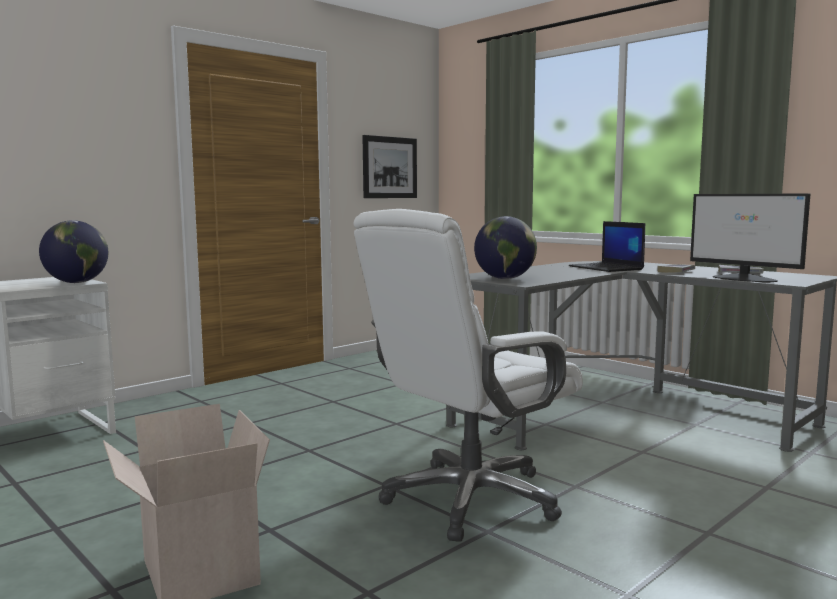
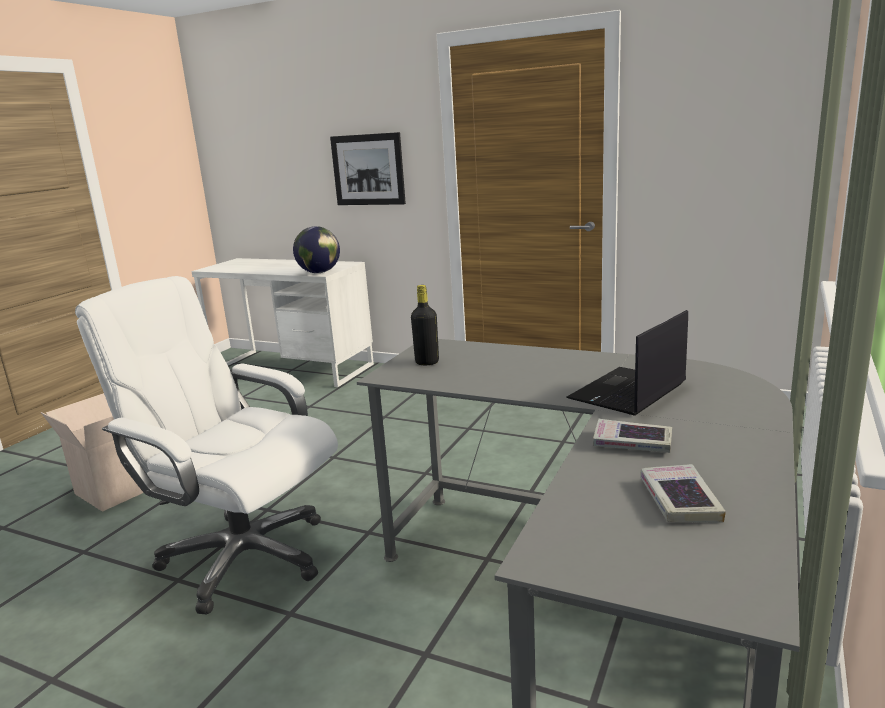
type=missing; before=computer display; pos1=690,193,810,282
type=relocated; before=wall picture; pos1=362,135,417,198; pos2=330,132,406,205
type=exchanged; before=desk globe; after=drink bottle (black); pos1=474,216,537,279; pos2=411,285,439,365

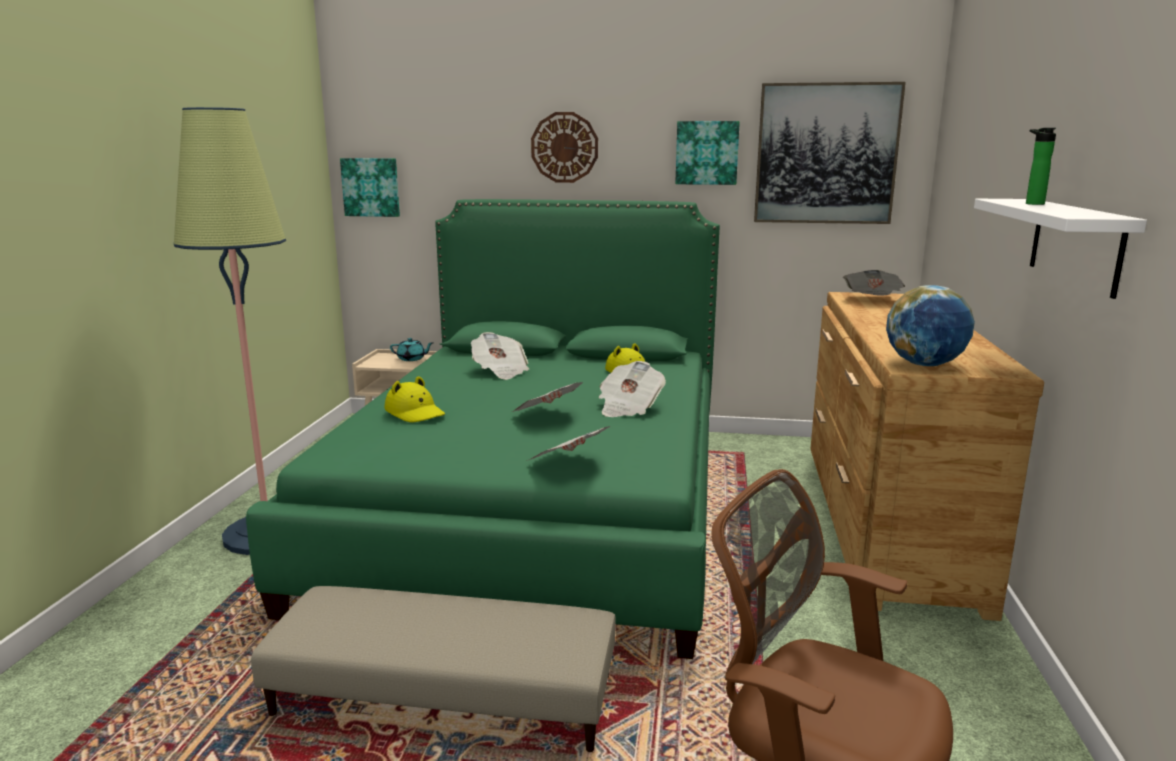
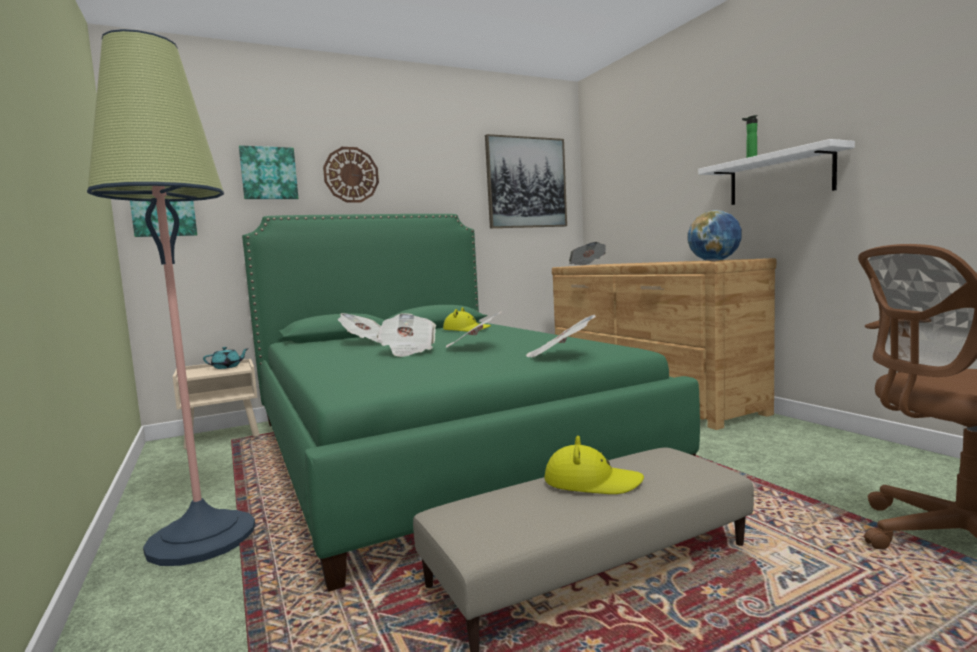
type=relocated; before=wearable hat (yellow); pos1=384,376,445,422; pos2=545,435,644,494
type=relocated; before=daily paper; pos1=599,361,666,417; pos2=377,313,436,357
type=relocated; before=wall picture; pos1=675,121,740,185; pos2=239,145,298,199

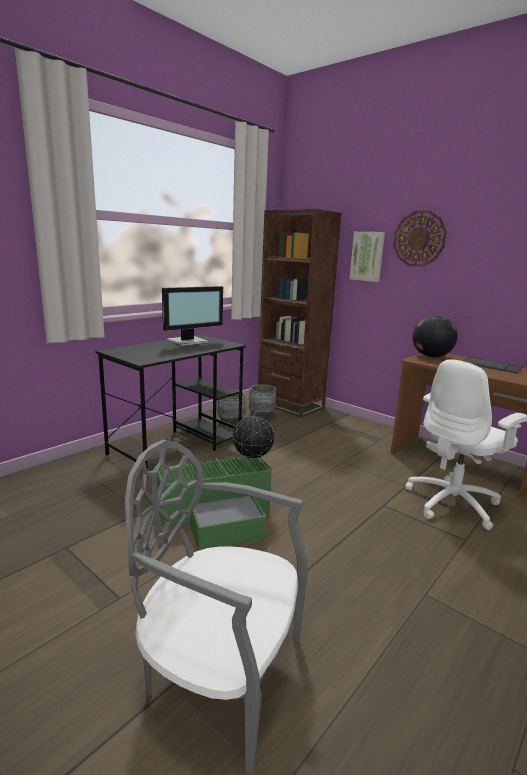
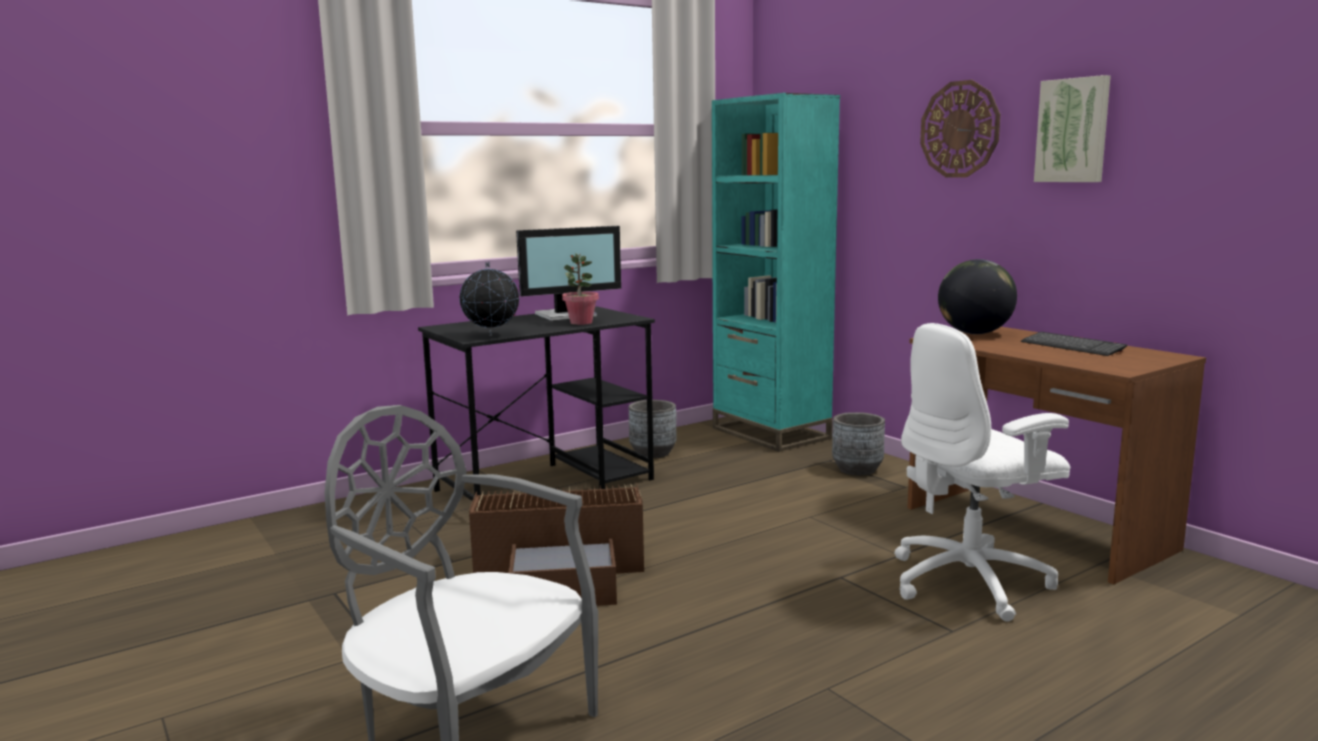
type=appeared; after=houseplant; pos2=562,253,599,325
type=relocated; before=desk globe; pos1=233,412,275,462; pos2=459,262,519,336
type=relocated; before=plant pot (greyish); pos1=249,385,276,418; pos2=832,412,885,476
type=relocated; before=wall picture; pos1=349,232,385,282; pos2=1034,75,1111,182
type=colour; before=storage box (greenish); after=storage box (brown-coloured); pos1=157,455,272,550; pos2=469,484,644,606
type=colour; before=bookshelf (brown-coloured); after=bookshelf (blue-green); pos1=258,209,342,418; pos2=712,93,840,452

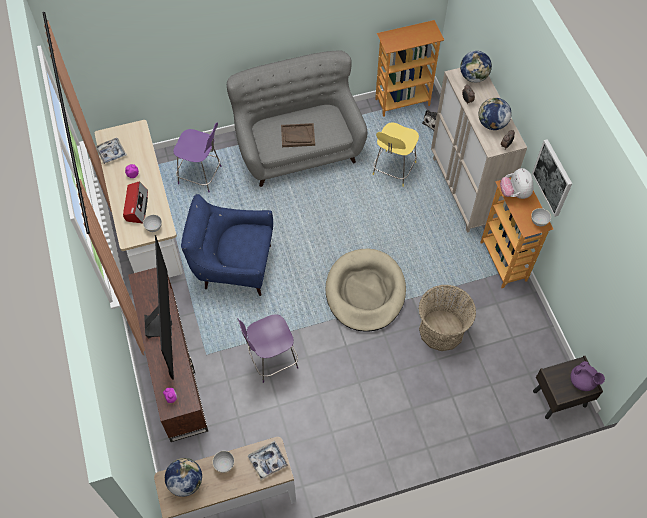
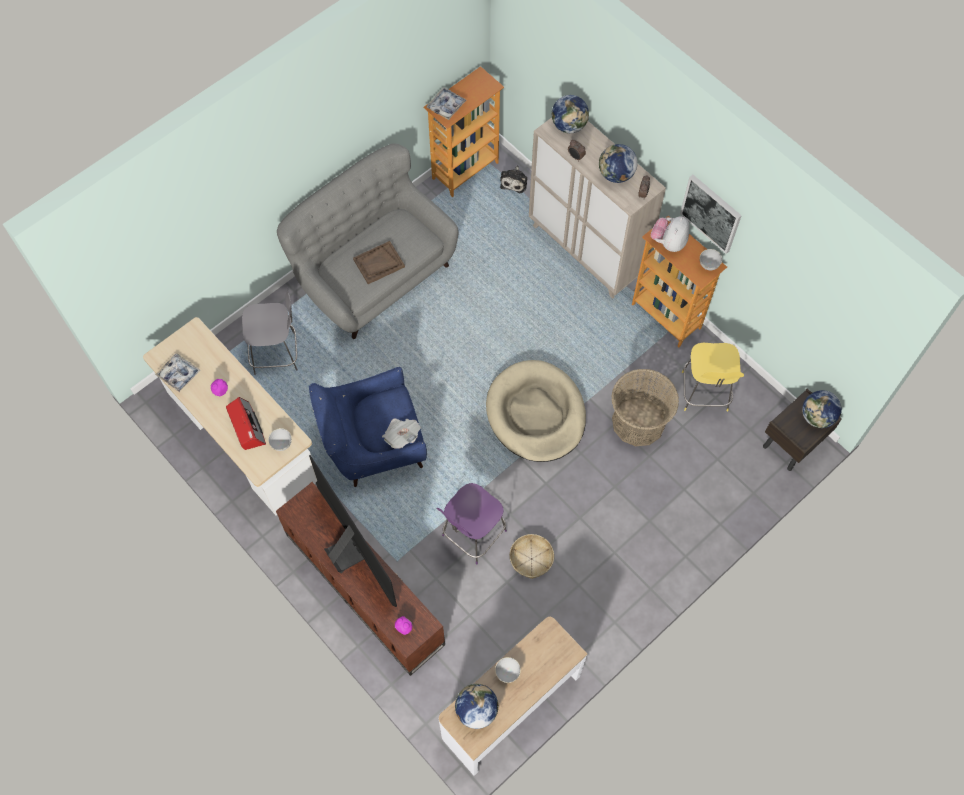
type=appeared; after=daily paper; pos2=382,419,421,449
type=appeared; after=storage basket; pos2=510,534,554,579
type=relocated; before=carrying tray; pos1=248,441,288,481; pos2=426,87,467,120
type=relocated; before=sitting stool (yellow); pos1=373,123,419,187; pos2=682,343,744,412
type=exchanged; before=tea pot (purple-coloured); after=desk globe; pos1=570,361,605,391; pos2=802,390,842,428
type=colour; before=sitting stool (purple-coloured); after=sitting stool (greyish); pos1=173,123,222,192; pos2=242,287,298,375
type=spun; before=cuddly toy; pos1=500,168,533,199; pos2=651,217,689,252; turn=60

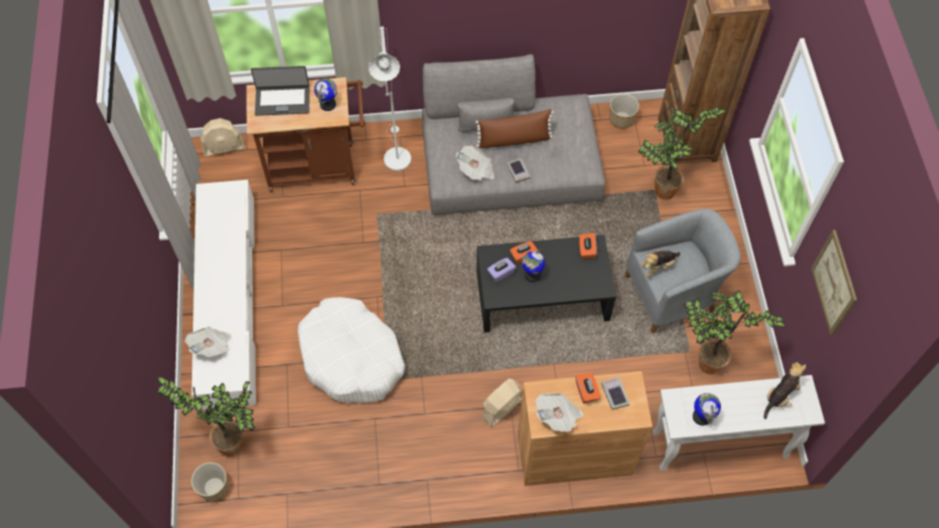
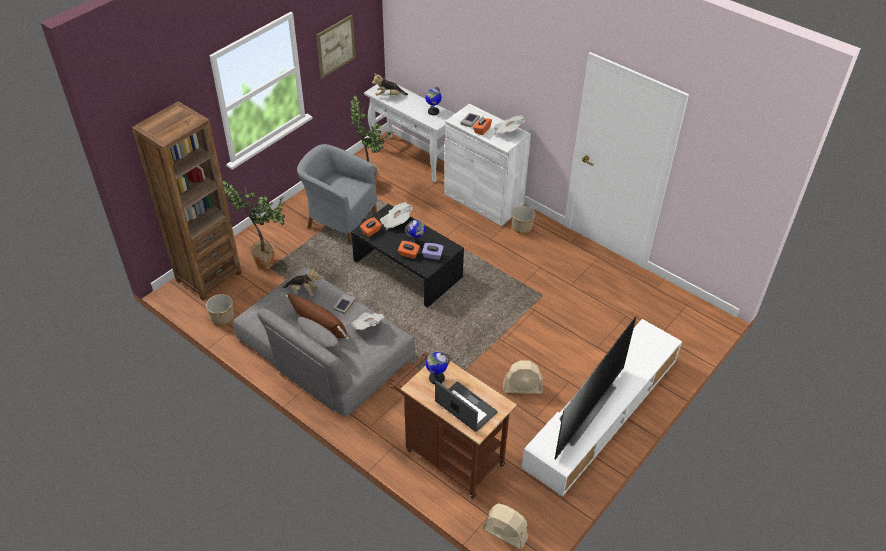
type=missing; before=houseplant; pos1=157,376,256,456
type=missing; before=pet bed (white-coloured); pos1=297,297,405,403
type=missing; before=floor lamp (white-coloured); pos1=368,27,411,171
type=appeared; after=TV set; pos2=555,317,636,460
type=relocated; before=daily paper; pos1=185,326,232,357; pos2=380,202,412,230
type=relocated; before=plant pot; pos1=191,462,229,502; pos2=512,206,535,234
type=relocated; before=fan (beige-coloured); pos1=481,378,522,427; pos2=503,360,543,394
type=relocated; before=cuddly toy; pos1=641,250,680,276; pos2=282,267,322,296
type=colour; before=cupboard (brown-coloured); after=cupboard (white-coloured); pos1=518,371,653,486; pos2=444,104,531,226

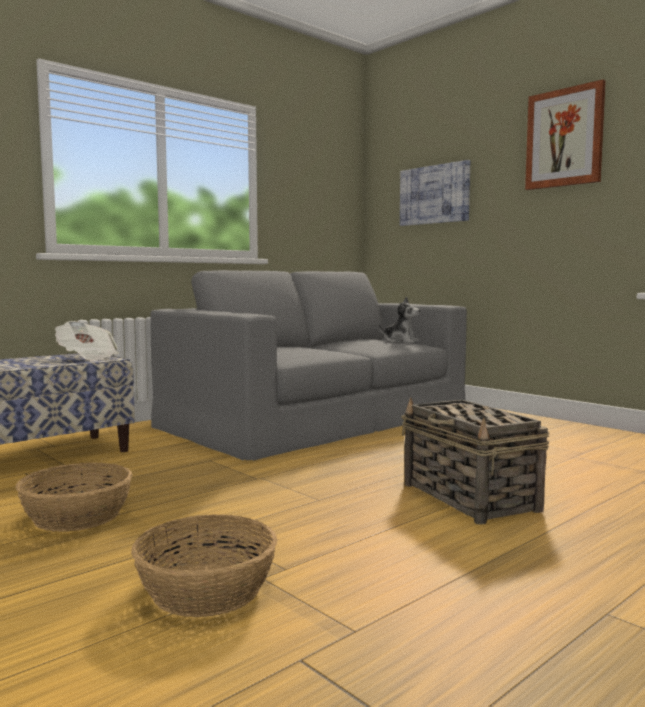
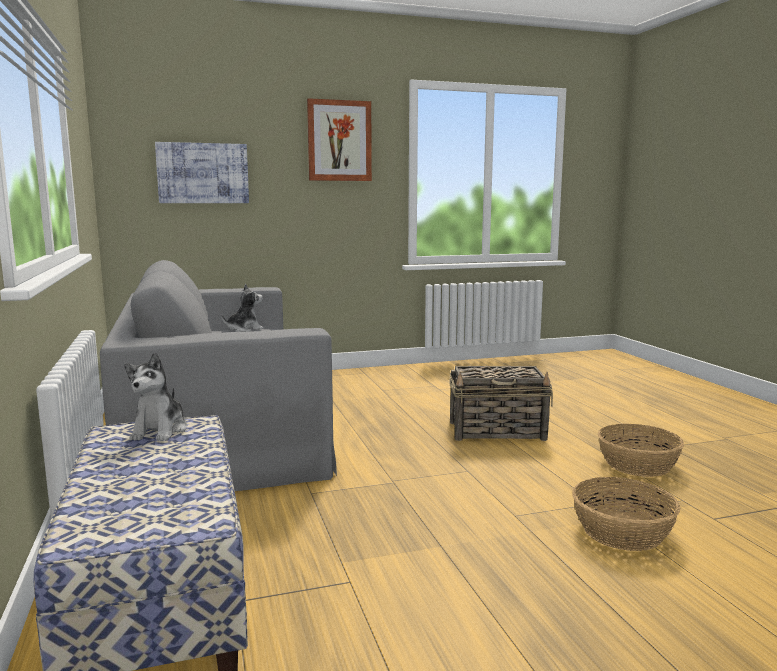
type=relocated; before=storage basket; pos1=15,462,132,532; pos2=598,424,684,477
type=exchanged; before=daily paper; after=cuddly toy; pos1=55,321,119,361; pos2=125,352,187,441

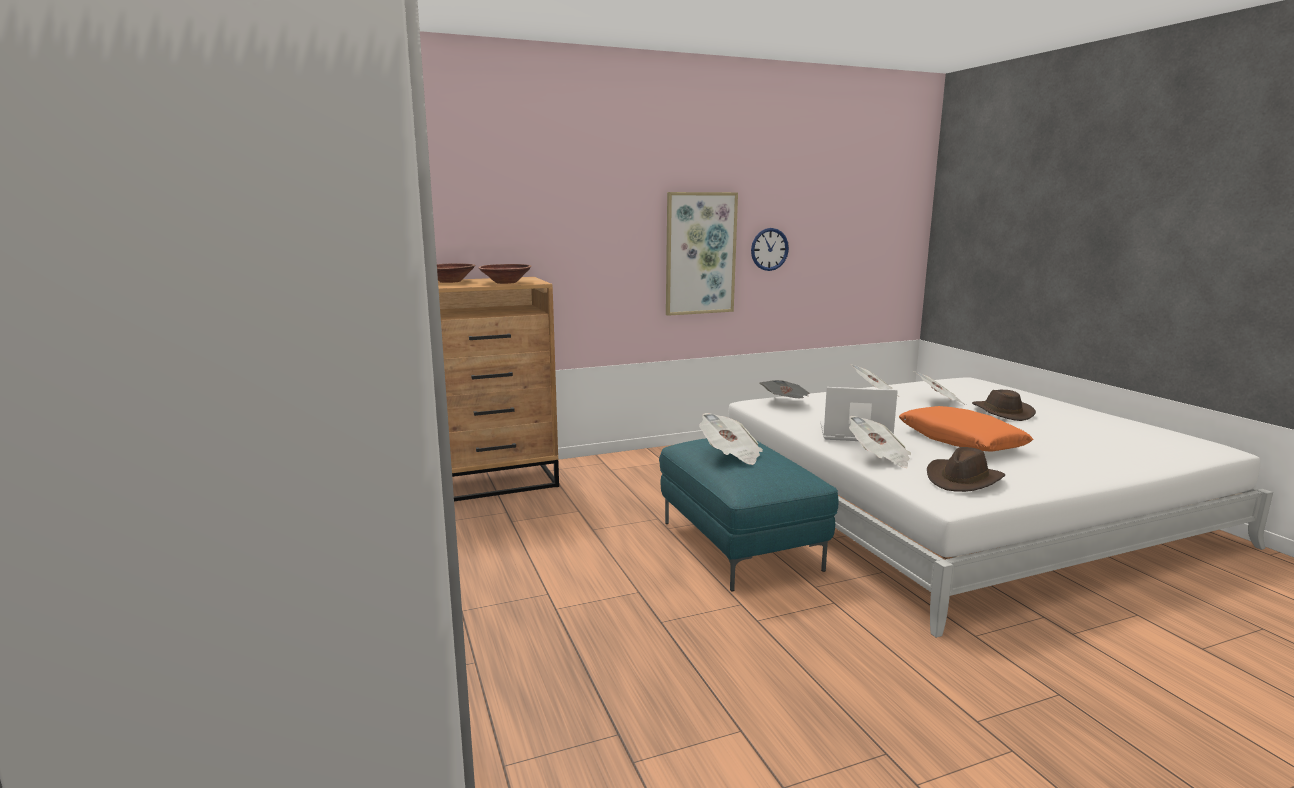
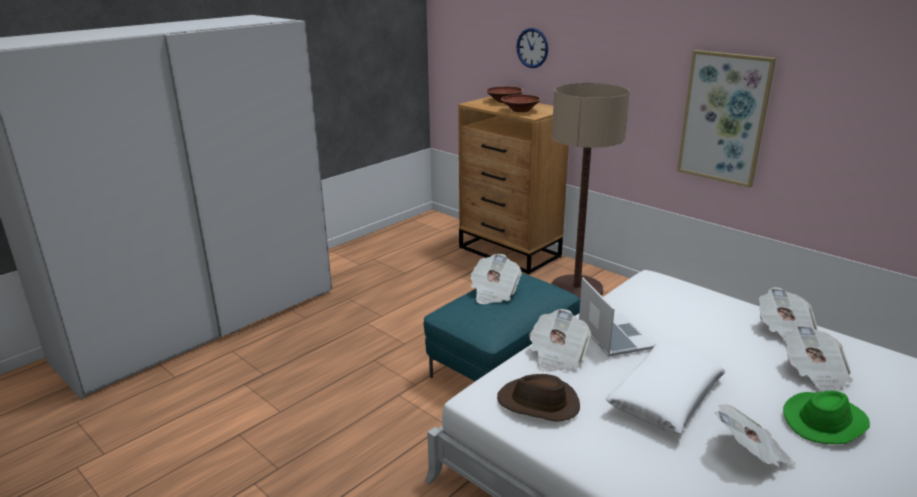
type=appeared; after=floor lamp; pos2=551,83,630,299
type=relocated; before=clock on the wall; pos1=751,228,789,271; pos2=516,28,548,68
type=relocated; before=daily paper; pos1=759,380,809,398; pos2=715,405,796,467
type=colour; before=throw pillow (orange-coloured); after=throw pillow (white-coloured); pos1=899,406,1033,452; pos2=605,343,726,434
type=colour; before=wearable hat (brown-coloured); after=wearable hat (greenish); pos1=972,390,1036,421; pos2=783,391,870,444

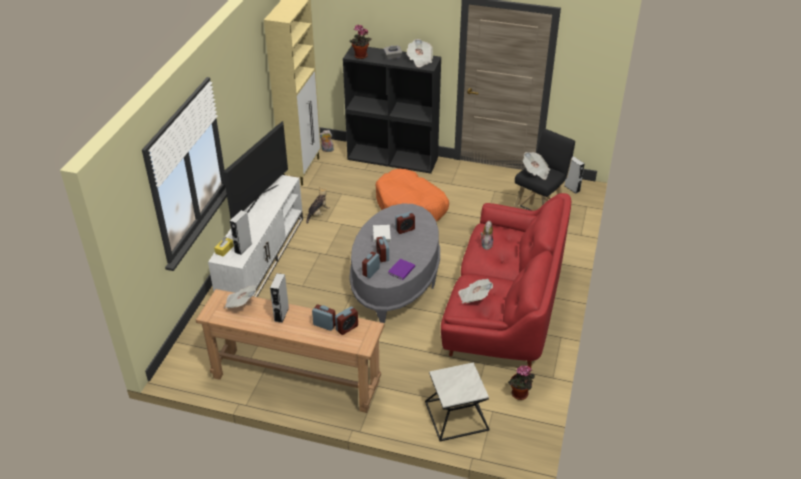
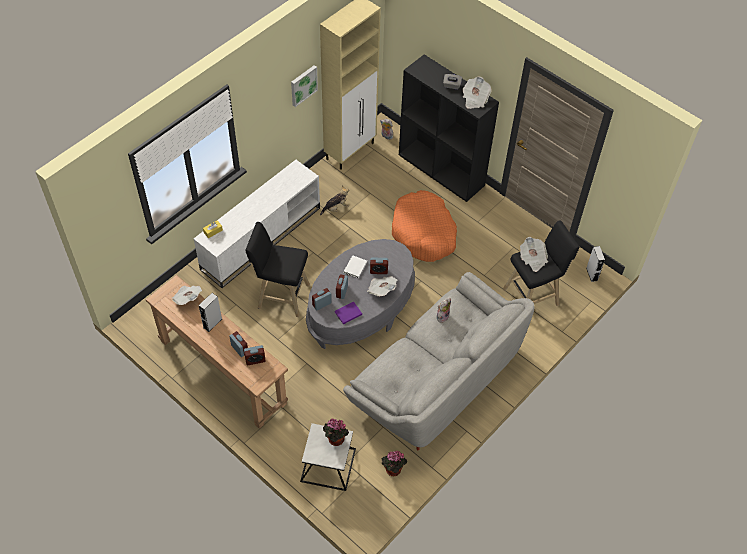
type=missing; before=TV set; pos1=223,121,288,219
type=missing; before=speaker (greyish); pos1=230,210,252,255
type=appeared; after=sitting stool (black); pos2=245,222,310,317
type=appeared; after=wall picture; pos2=291,65,318,107
type=relocated; before=houseplant; pos1=350,24,372,59; pos2=323,419,349,446
type=relocated; before=daily paper; pos1=458,279,493,303; pos2=367,276,397,296
type=colour; before=couch (red); after=couch (greyish); pos1=441,193,571,368; pos2=343,272,534,451

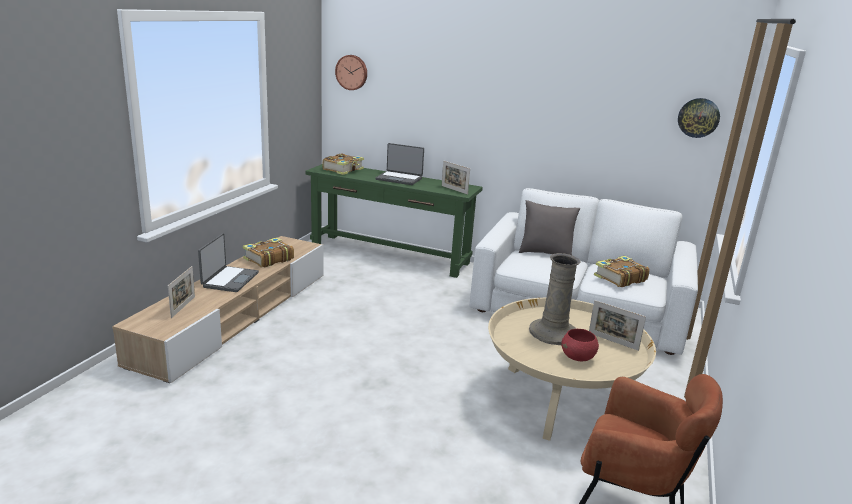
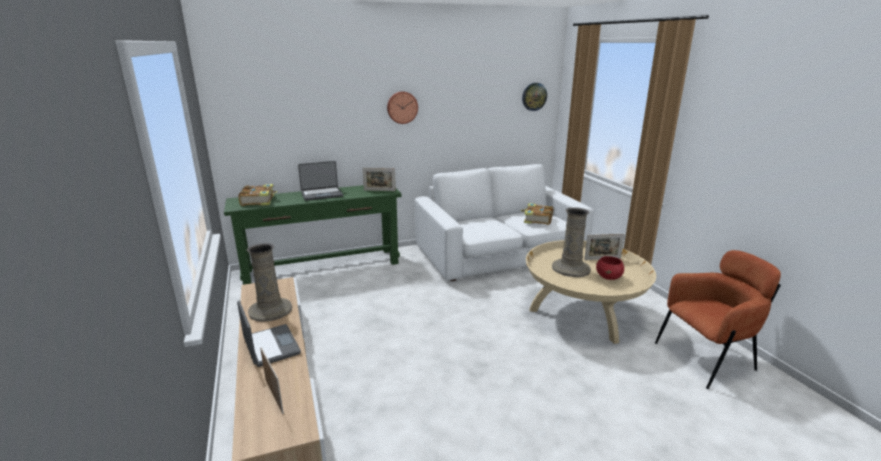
type=missing; before=throw pillow (greyish); pos1=519,200,580,255
type=relocated; before=clock on the wall; pos1=335,55,367,90; pos2=387,91,418,124
type=exchanged; before=bound book; after=vase (beige-coloured); pos1=243,237,294,268; pos2=247,243,292,322

